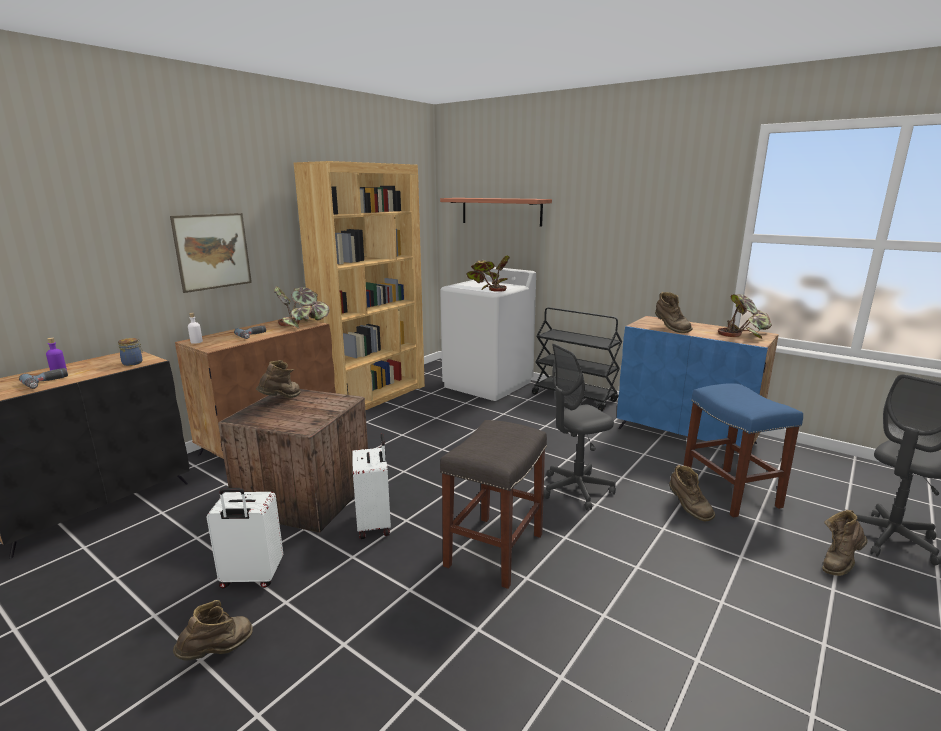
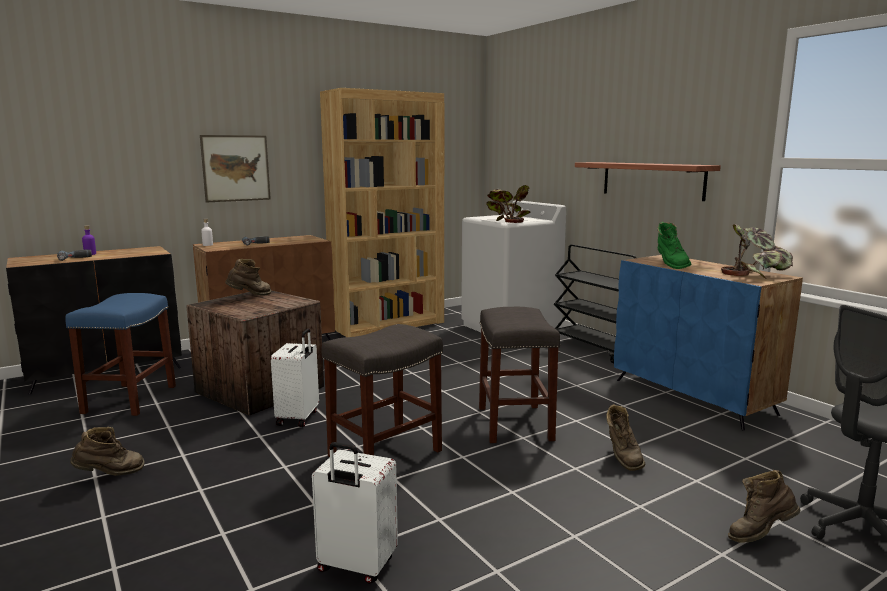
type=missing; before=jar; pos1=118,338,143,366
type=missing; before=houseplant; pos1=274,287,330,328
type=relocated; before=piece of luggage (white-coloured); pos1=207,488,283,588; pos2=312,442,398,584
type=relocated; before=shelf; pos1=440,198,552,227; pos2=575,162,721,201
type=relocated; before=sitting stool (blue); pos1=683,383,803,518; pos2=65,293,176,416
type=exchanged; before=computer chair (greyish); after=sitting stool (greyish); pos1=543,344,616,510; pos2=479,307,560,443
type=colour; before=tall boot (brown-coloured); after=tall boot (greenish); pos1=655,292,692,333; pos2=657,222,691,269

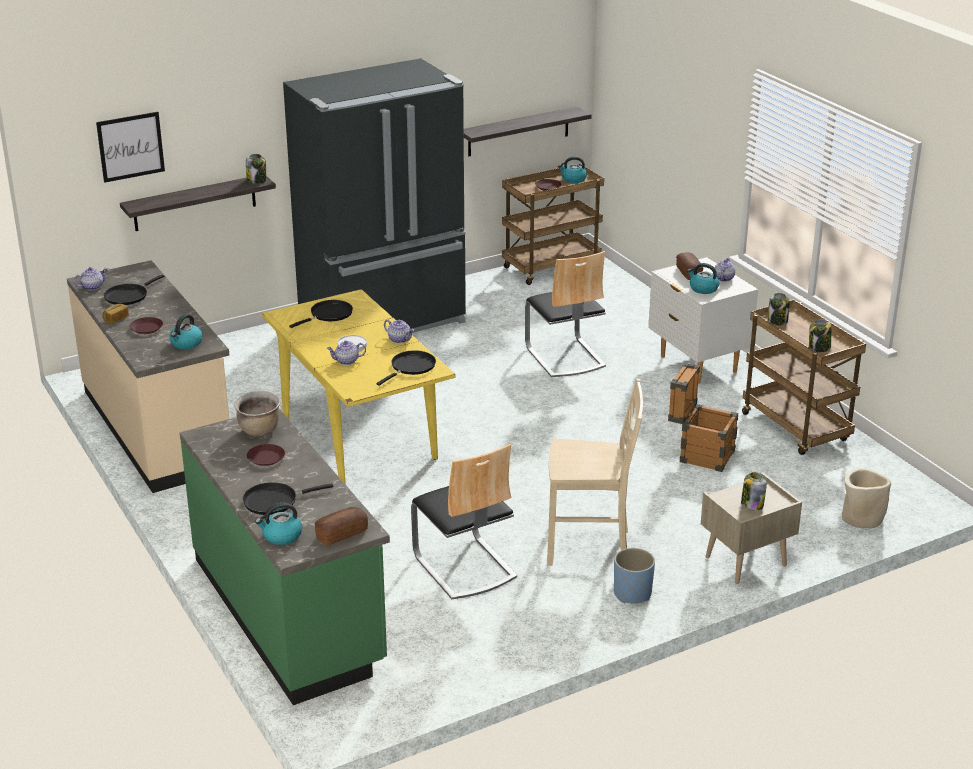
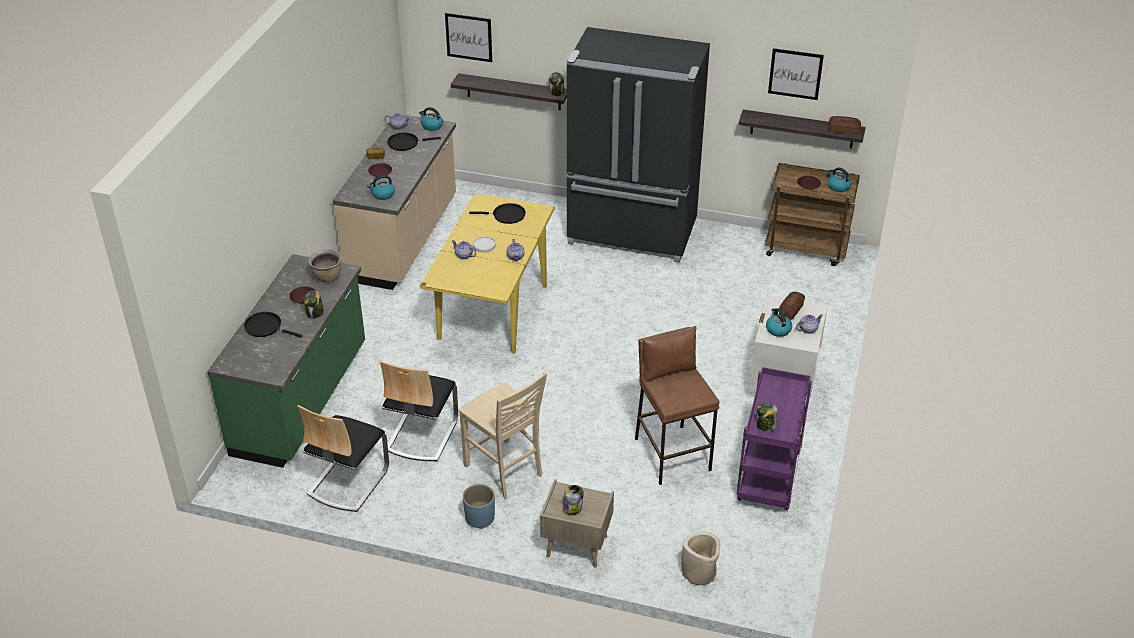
type=missing; before=frying pan (black); pos1=377,350,436,386
type=appeared; after=wall picture; pos2=768,48,824,100
type=relocated; before=kettle; pos1=255,503,302,545; pos2=419,107,443,131
type=relocated; before=baked bread; pos1=315,507,368,545; pos2=829,116,861,134
type=relocated; before=upright chair; pos1=525,251,606,377; pos2=297,405,389,512
type=relocated; before=jar; pos1=768,293,790,325; pos2=303,291,324,319
type=exchanged; before=crate; after=sitting stool (brown-coloured); pos1=668,363,738,472; pos2=635,326,720,485
type=colour; before=cart (brown-coloured); after=cart (purple-coloured); pos1=742,299,866,455; pos2=737,367,812,510

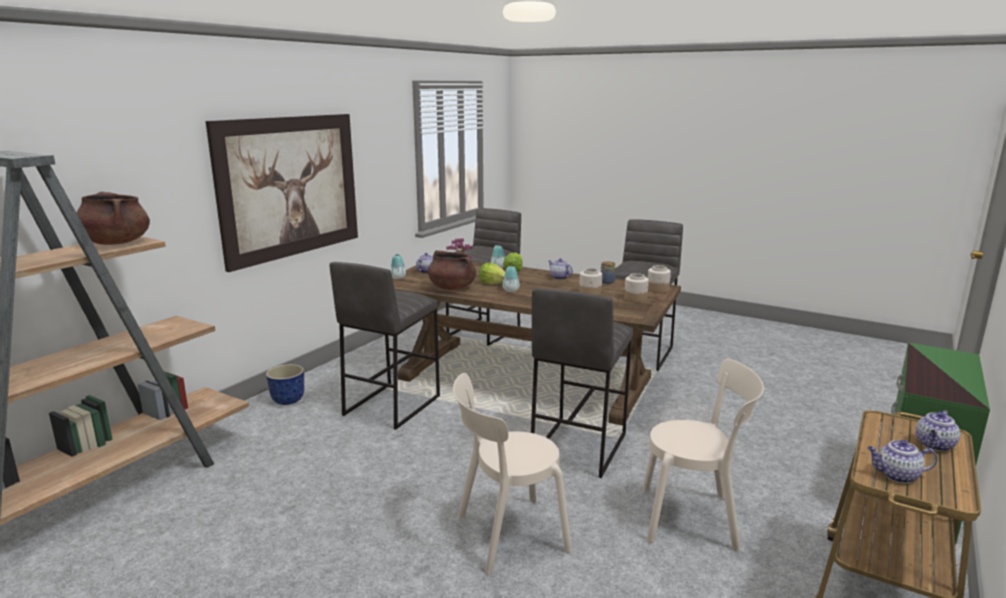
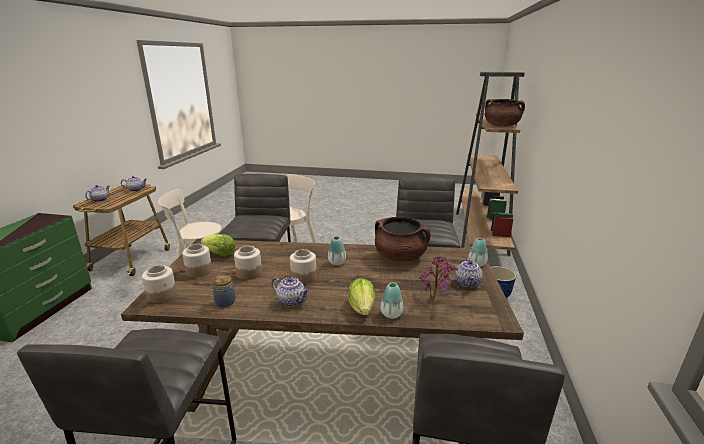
type=missing; before=wall picture; pos1=206,114,358,272
type=appeared; after=jar; pos2=290,249,317,284
type=relocated; before=lettuce; pos1=479,263,505,284; pos2=201,234,235,256

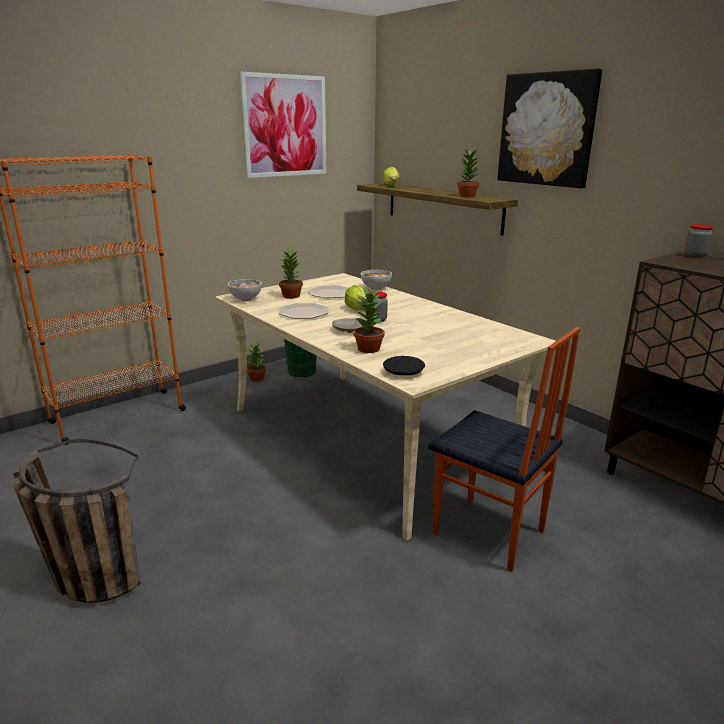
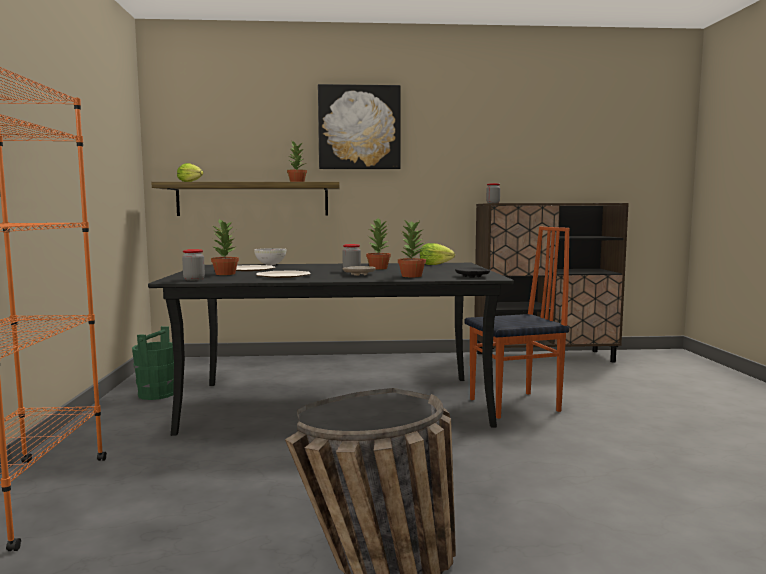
type=missing; before=wall picture; pos1=240,72,326,178
type=relocated; before=houseplant; pos1=247,341,266,381; pos2=366,219,391,270
type=relocated; before=lettuce; pos1=345,285,366,311; pos2=420,243,455,265
type=exchanged; before=deep dish; after=jar; pos1=228,279,262,301; pos2=182,249,205,281
type=colour; before=kitchen table (beige-coloured); after=kitchen table (black); pos1=216,273,556,541; pos2=148,263,514,436

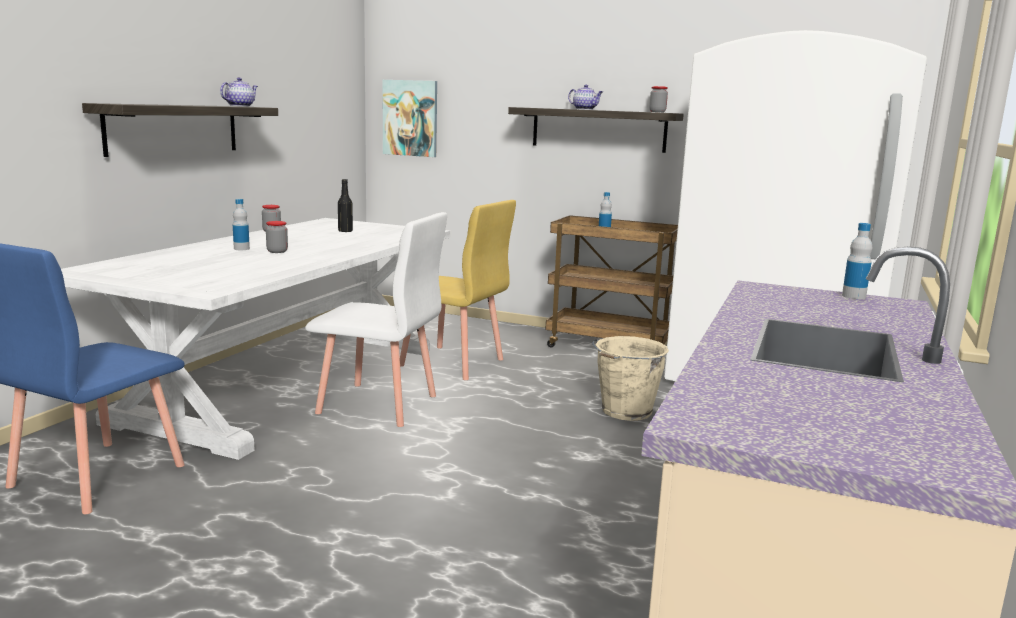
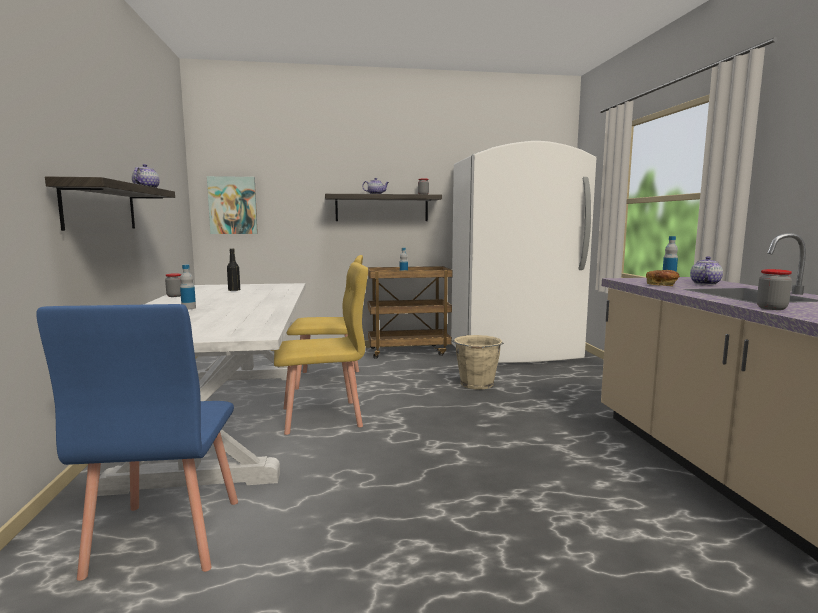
type=appeared; after=baked bread; pos2=646,270,680,286
type=appeared; after=tea pot; pos2=690,256,723,285
type=relocated; before=jar; pos1=266,221,288,253; pos2=757,269,792,310
type=colour; before=upright chair (white-coloured); after=upright chair (yellow); pos1=305,212,447,427; pos2=274,262,368,435

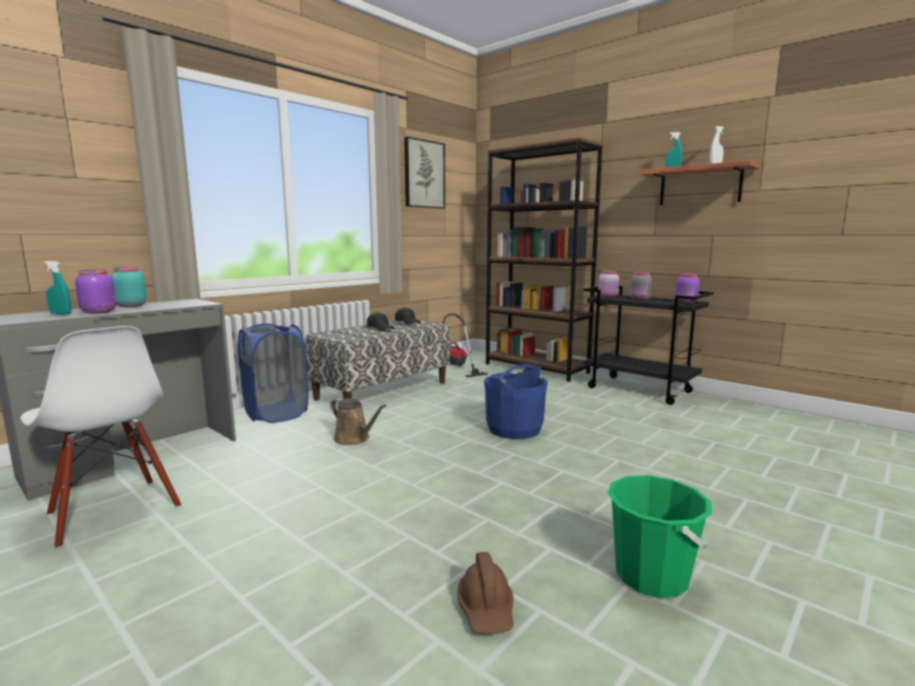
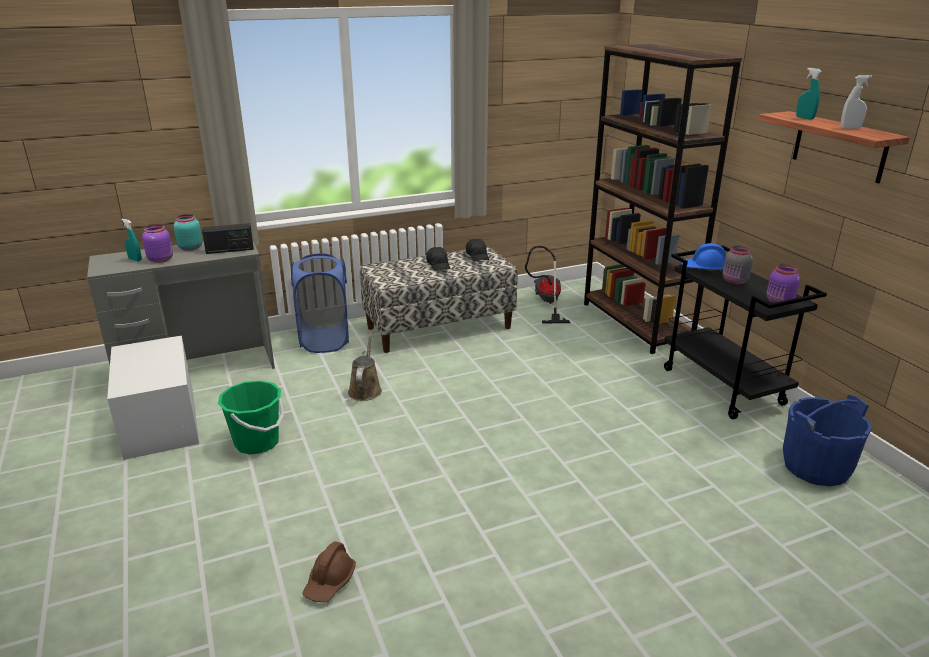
type=missing; before=wall picture; pos1=404,137,445,209
type=appeared; after=radio receiver; pos2=202,223,254,254
type=relocated; before=water bucket (blue); pos1=484,364,548,439; pos2=783,395,872,486
type=relocated; before=water bucket (greenish); pos1=607,475,712,598; pos2=218,380,284,455
type=exchanged; before=upright chair (white-coloured); after=storage box (white-coloured); pos1=20,326,181,549; pos2=107,335,199,460
type=exchanged; before=jar (pink-coloured); after=hard hat (blue); pos1=598,270,619,298; pos2=681,243,726,273
type=spun; before=watering pot (brown-coloured); pos1=331,398,386,445; pos2=348,332,382,401; turn=-150

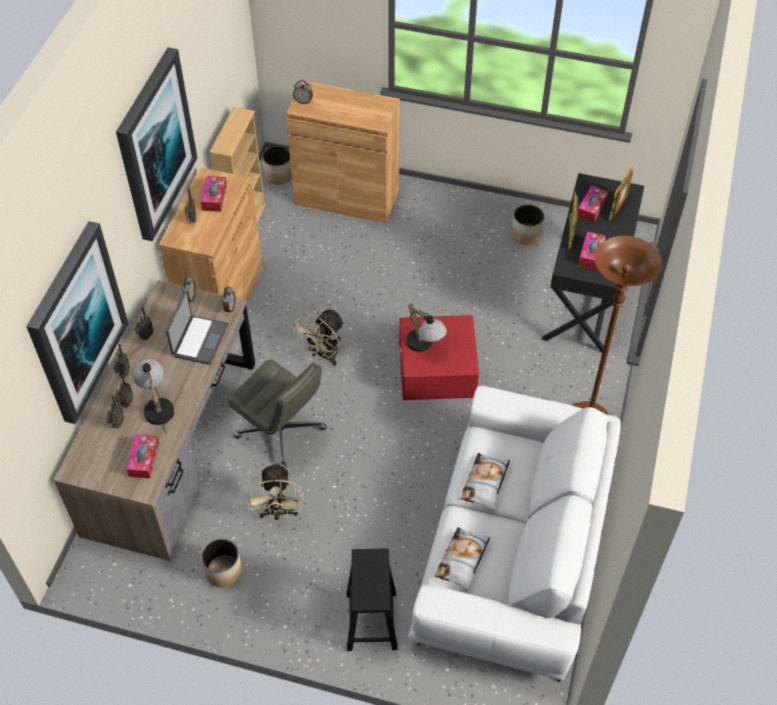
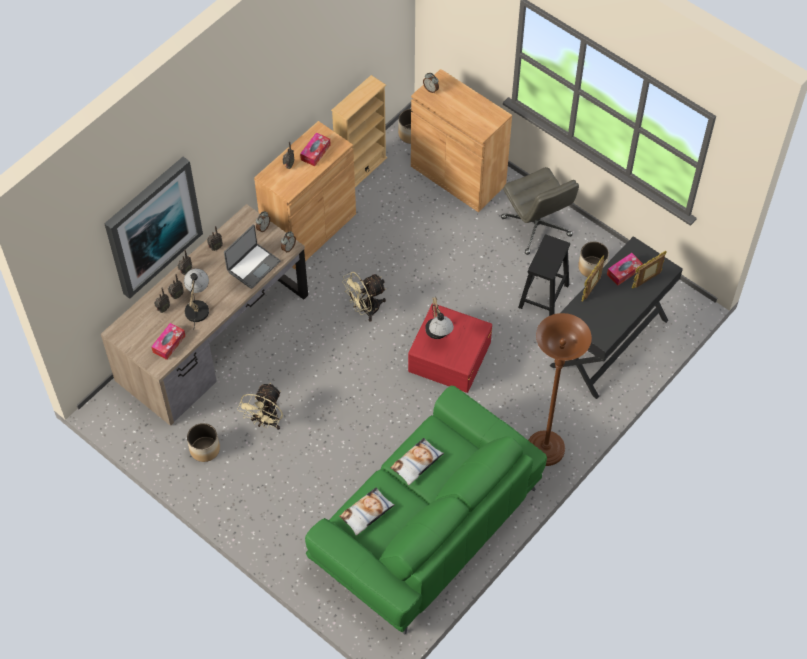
type=missing; before=wall picture; pos1=116,47,197,241
type=missing; before=tissue holder; pos1=578,231,606,270
type=relocated; before=computer chair (greyish); pos1=227,359,327,468; pos2=501,167,579,255
type=relocated; before=sitting stool (black); pos1=347,548,398,651; pos2=518,234,570,316
type=colour; before=couch (white-coloured); after=couch (greenish); pos1=408,385,621,682; pos2=305,386,547,635

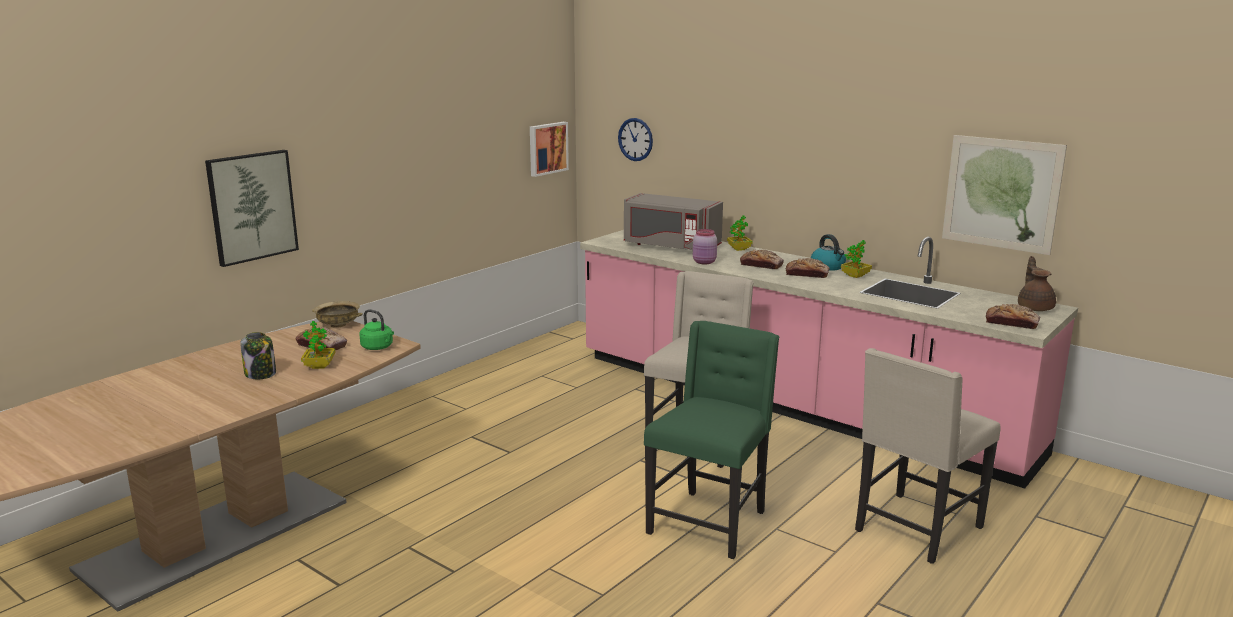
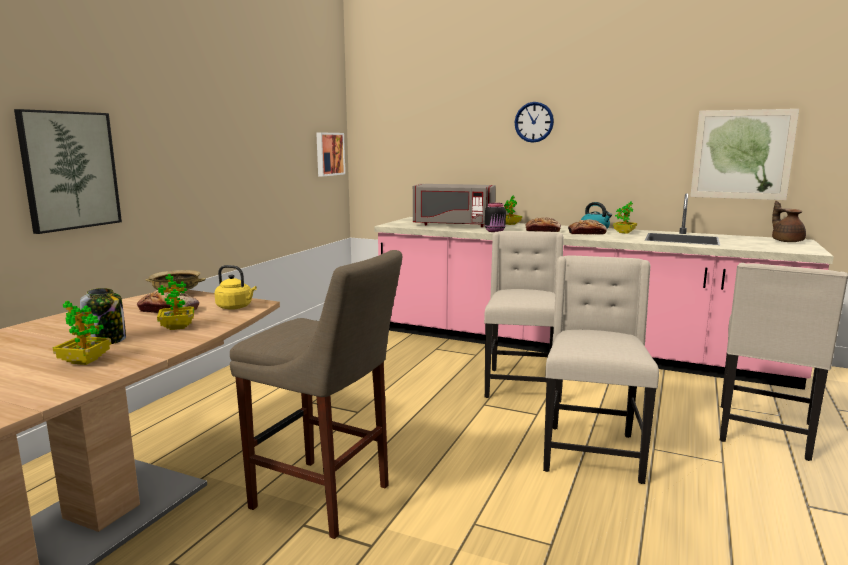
type=missing; before=baked bread; pos1=986,304,1040,329
type=appeared; after=houseplant; pos2=53,301,112,365
type=appeared; after=sitting stool (beige-coloured); pos2=230,250,402,539
type=relocated; before=clock on the wall; pos1=618,118,653,161; pos2=514,102,554,143
type=colour; before=kettle (greenish); after=kettle (yellow); pos1=359,309,394,350; pos2=214,265,257,310
type=colour; before=upright chair (greenish); after=upright chair (beige-coloured); pos1=644,321,780,559; pos2=543,255,659,484
type=colour; before=jar (pink-coloured); after=jar (black); pos1=693,229,717,264; pos2=485,203,506,232

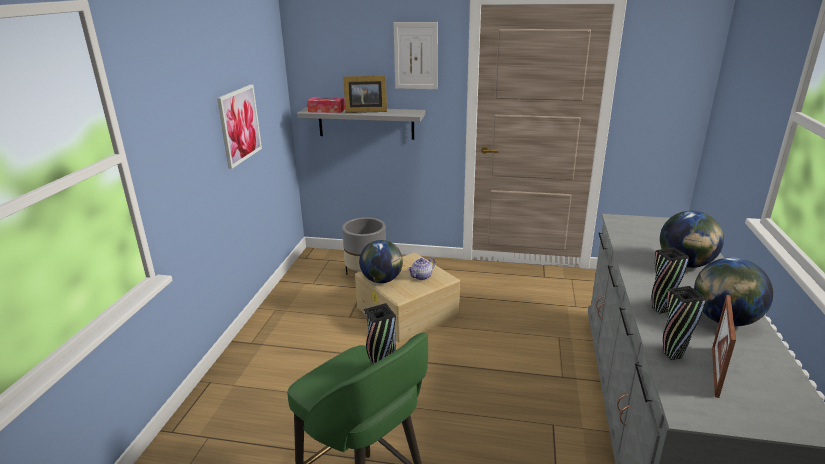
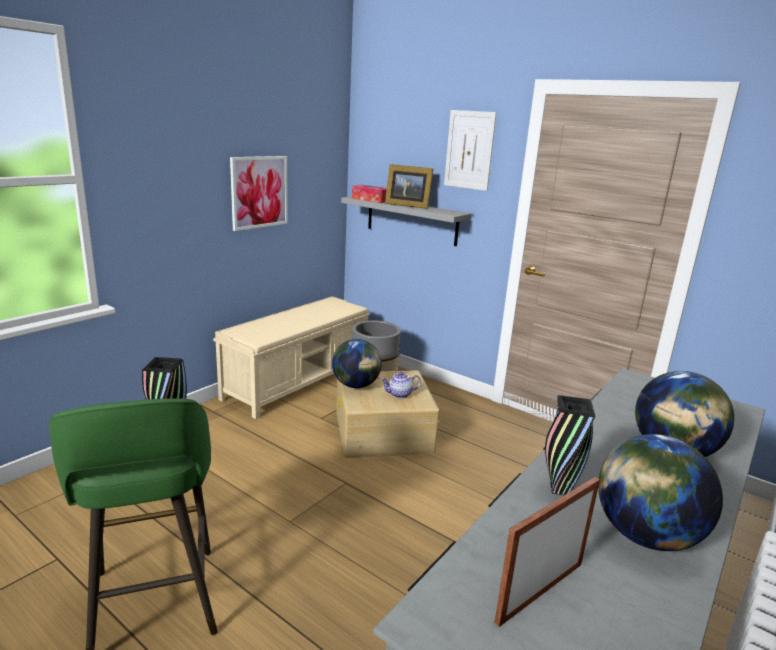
type=missing; before=vase (black); pos1=663,286,707,360
type=appeared; after=indoor bench (beige-coloured); pos2=213,297,370,419

